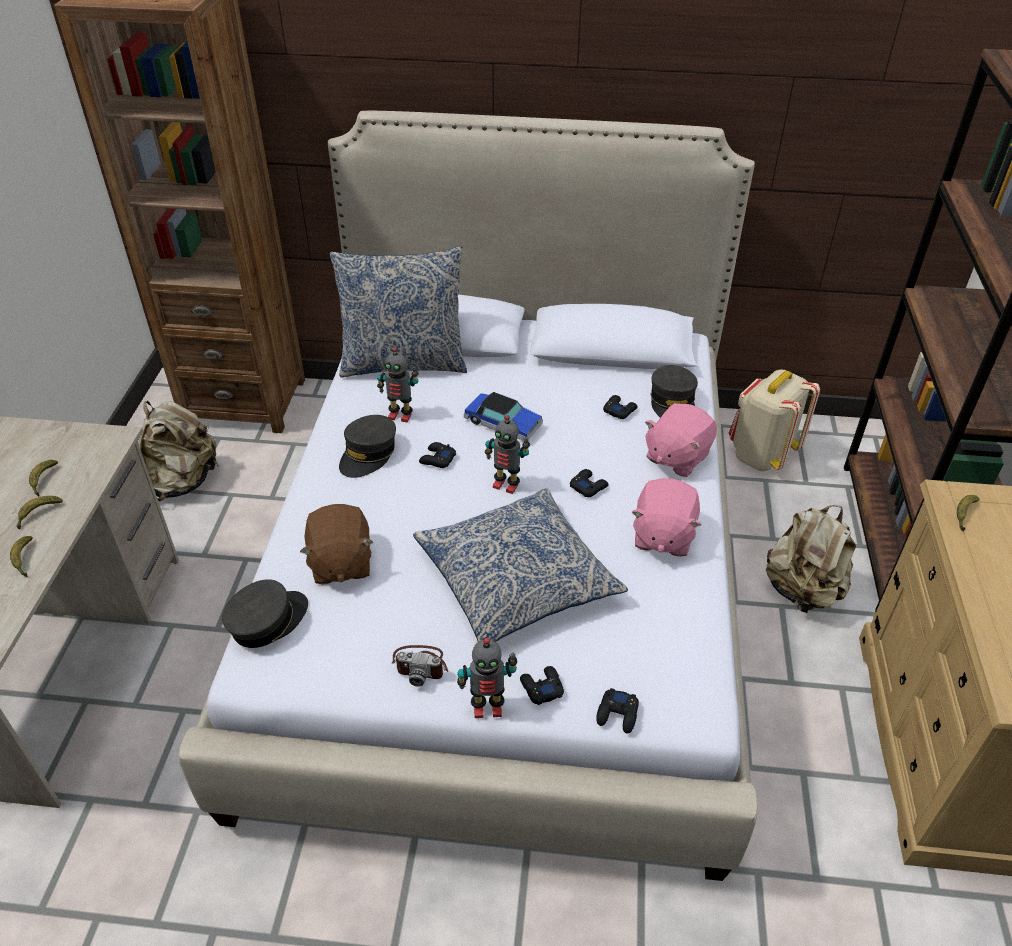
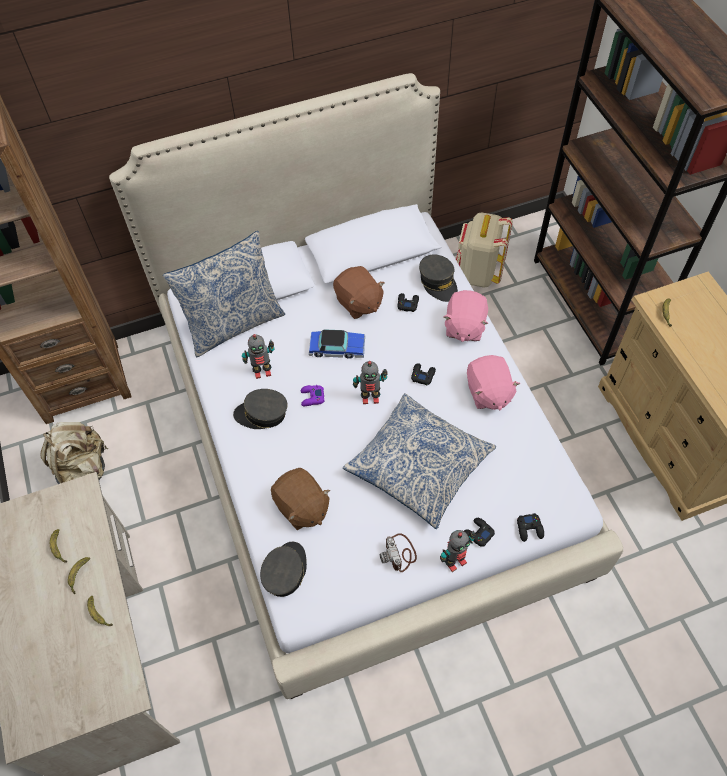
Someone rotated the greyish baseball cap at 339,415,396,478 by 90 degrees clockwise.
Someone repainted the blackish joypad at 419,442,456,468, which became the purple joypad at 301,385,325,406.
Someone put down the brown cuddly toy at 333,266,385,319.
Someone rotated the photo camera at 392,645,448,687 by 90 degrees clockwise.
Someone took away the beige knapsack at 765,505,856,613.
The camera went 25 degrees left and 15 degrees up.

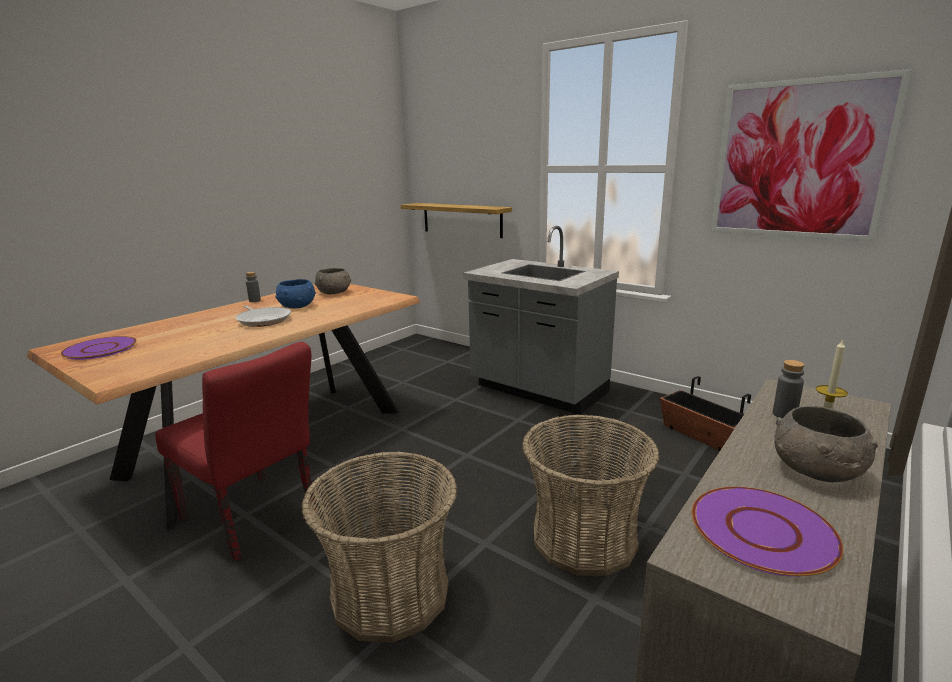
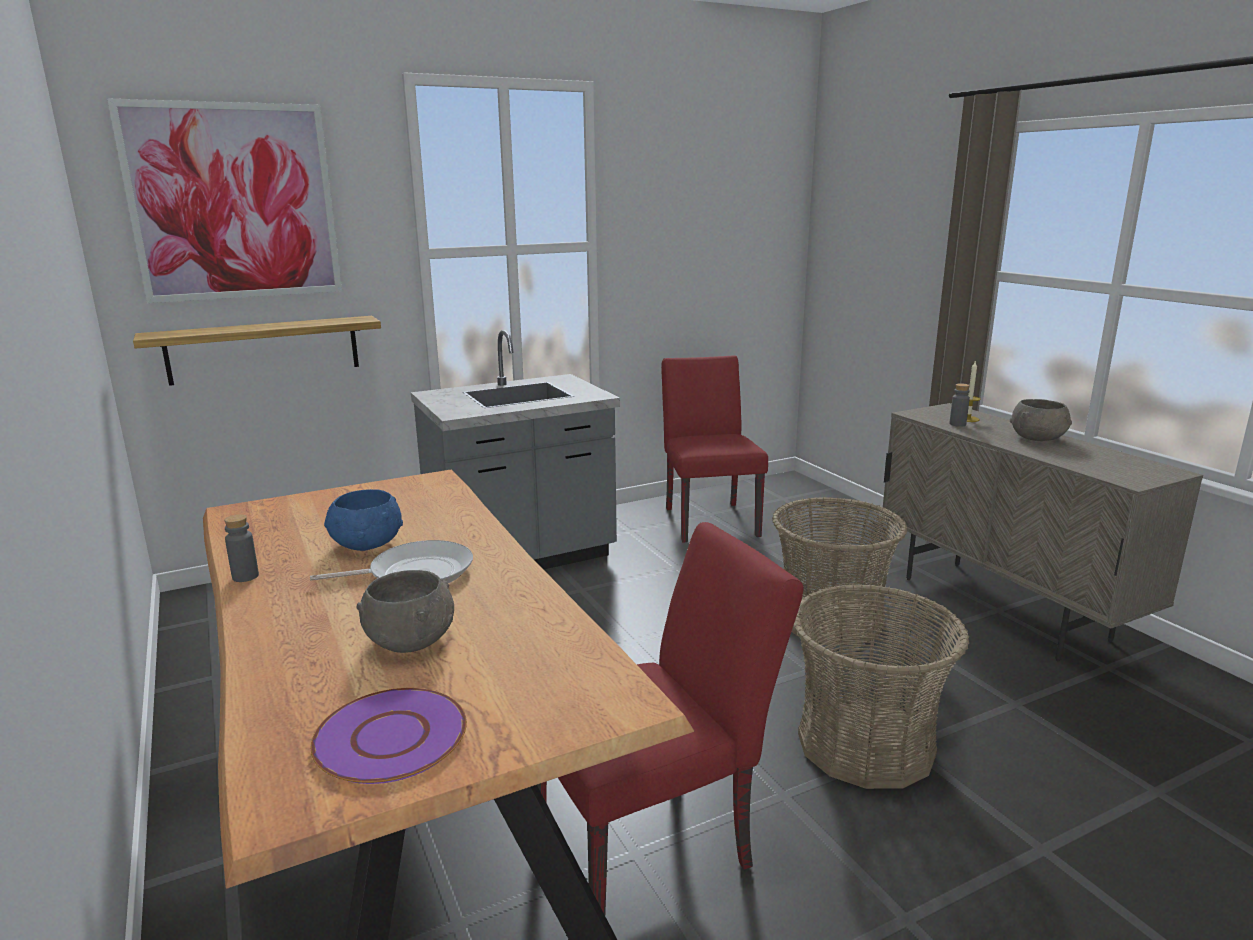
Someone carried the wall art from 711,69,912,242 to 107,98,342,303.
Someone carried the greyish deep dish from 315,268,351,294 to 356,570,454,653.
Someone swapped the plant pot at 660,376,751,451 for the reddish chair at 661,356,768,543.
Someone took away the purple plate at 692,487,844,577.
The camera went 65 degrees left and 0 degrees up.

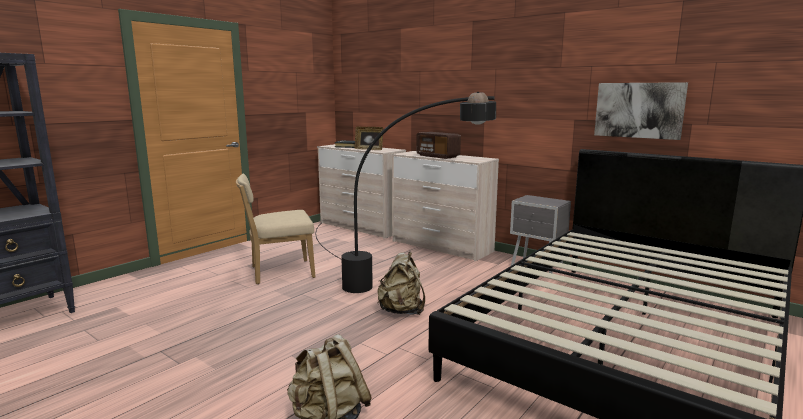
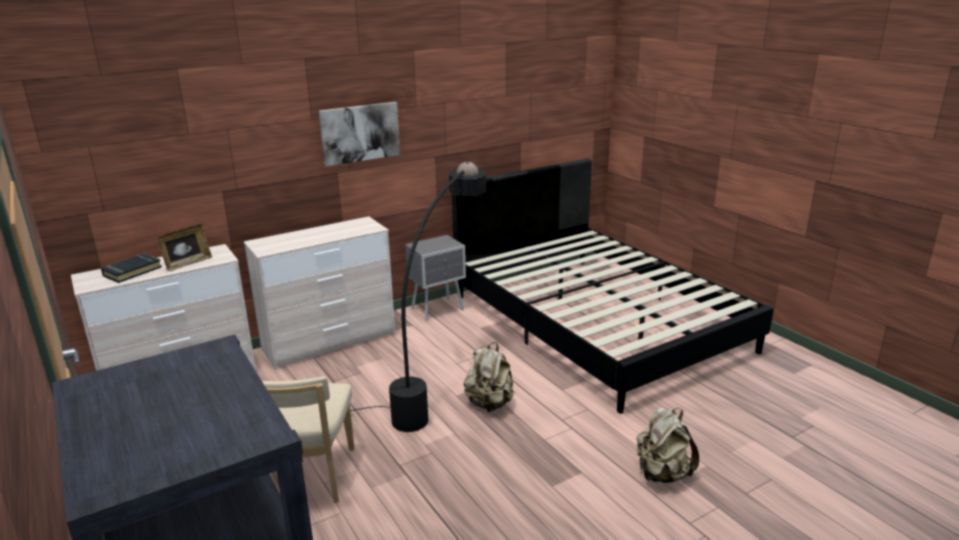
Someone carried the wall art from 594,82,688,140 to 319,102,400,166.
Someone took away the radio at 416,132,461,159.
The camera went 70 degrees left and 10 degrees up.

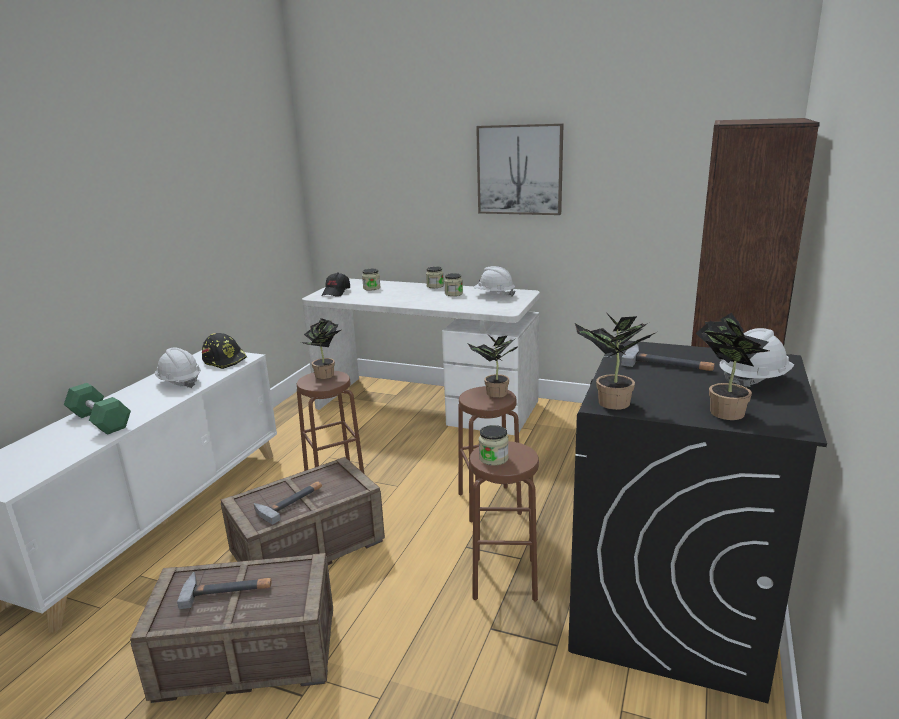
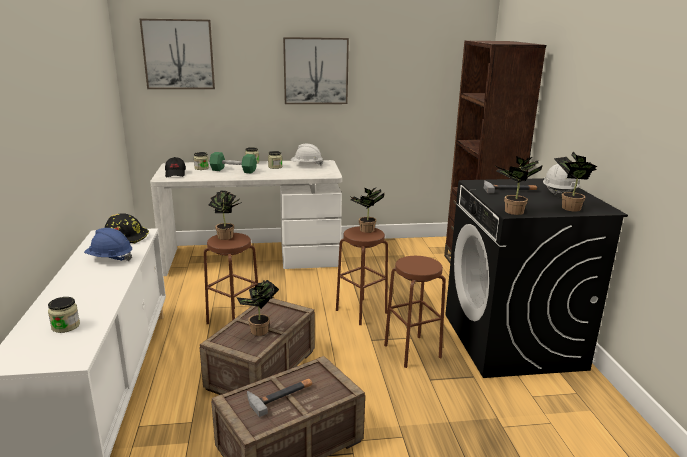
Someone carried the jar from 479,425,509,466 to 48,297,80,333.
Someone repainted the white-coloured hard hat at 155,348,201,388, which became the bluish hard hat at 84,228,133,261.
Someone put up the wall art at 140,19,215,89.
Someone carried the greenish dumbbell from 64,383,131,435 to 209,152,257,173.
Someone swapped the hammer at 254,481,322,525 for the potted plant at 236,280,279,336.
The camera went 30 degrees left and 0 degrees up.

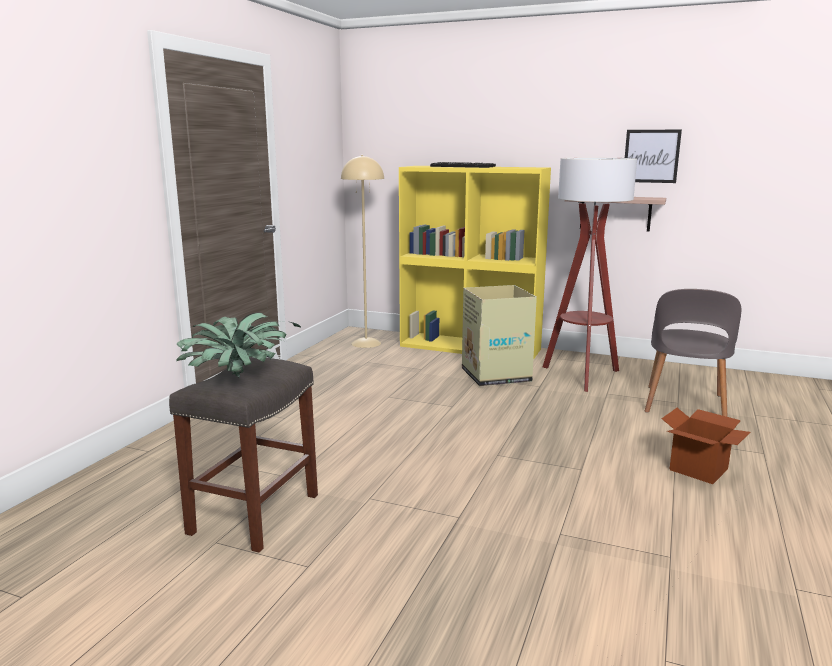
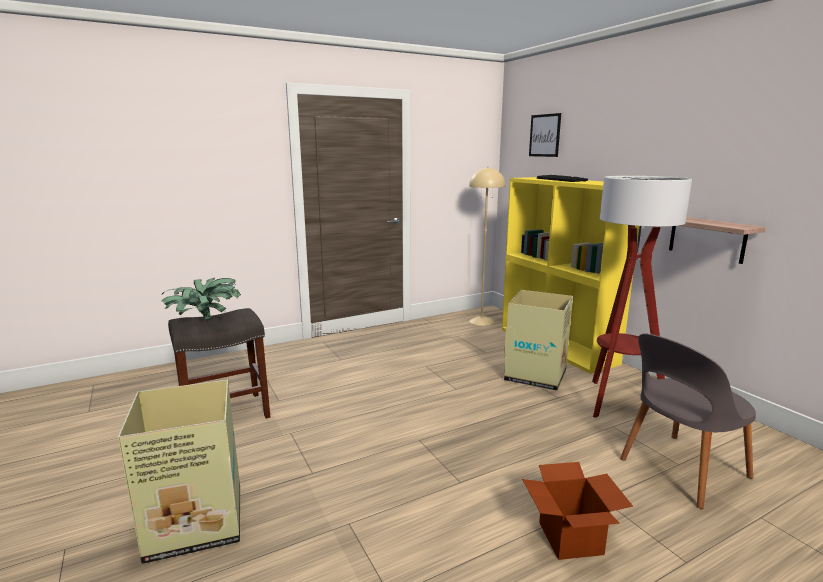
Someone put down the cardboard box at 118,380,240,564.
Someone carried the wall art from 625,130,682,183 to 529,113,561,157.
The camera went 40 degrees right and 0 degrees up.

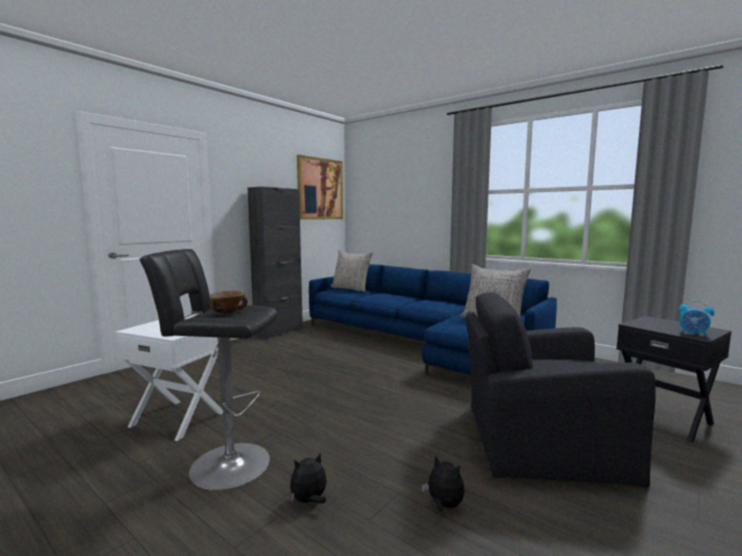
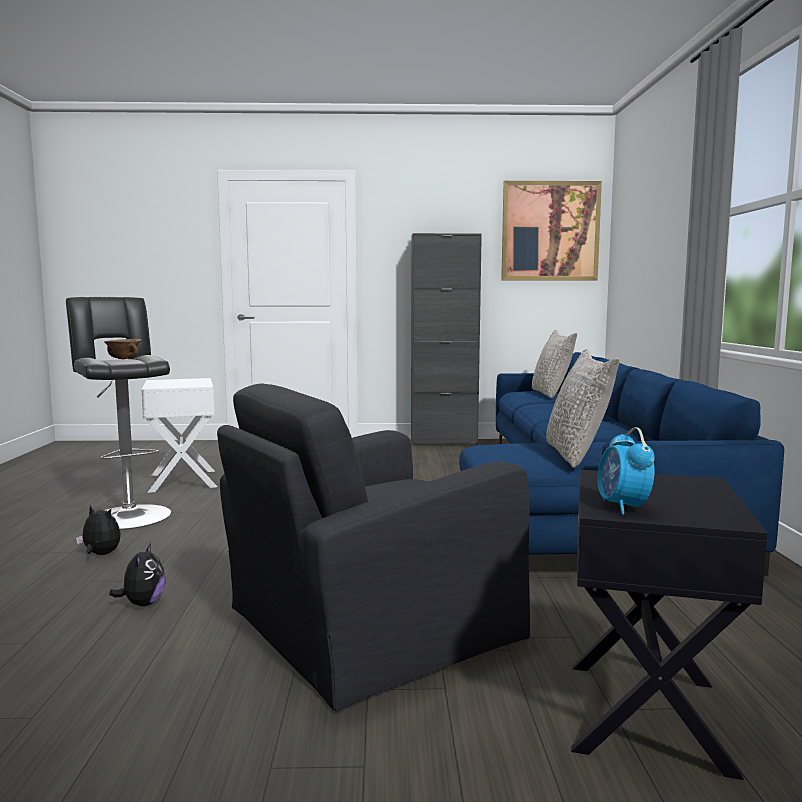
Someone rotated the blackish easy chair at 466,292,656,488 by 90 degrees counterclockwise.
The camera went 50 degrees right and 0 degrees up.

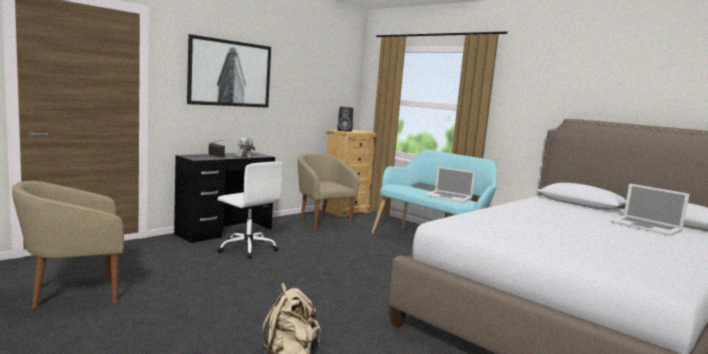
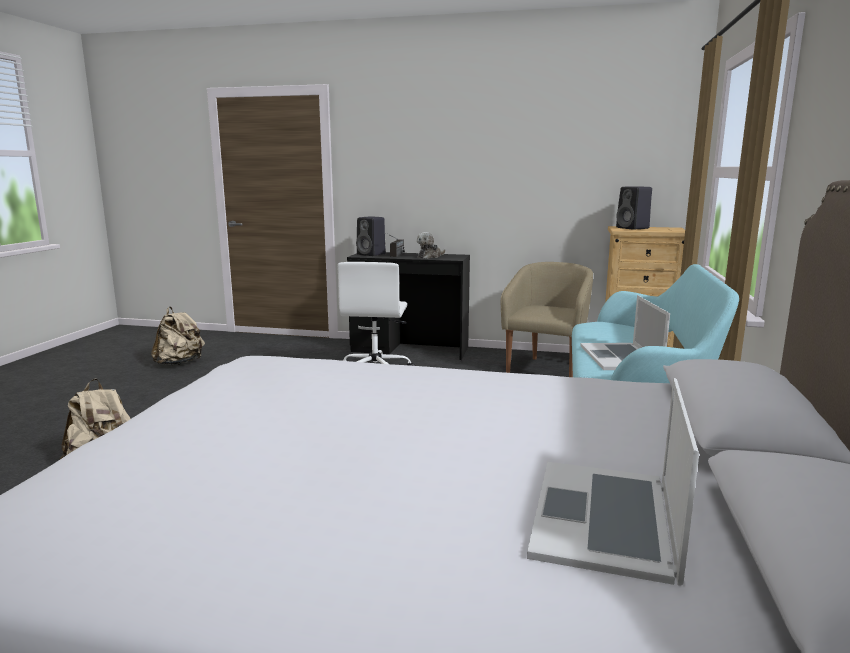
Someone swapped the beige easy chair at 12,181,124,309 for the beige knapsack at 151,306,205,365.
Someone put down the blackish audio speaker at 356,216,386,256.
Someone took away the wall art at 187,34,271,108.
The camera went 60 degrees right and 5 degrees up.

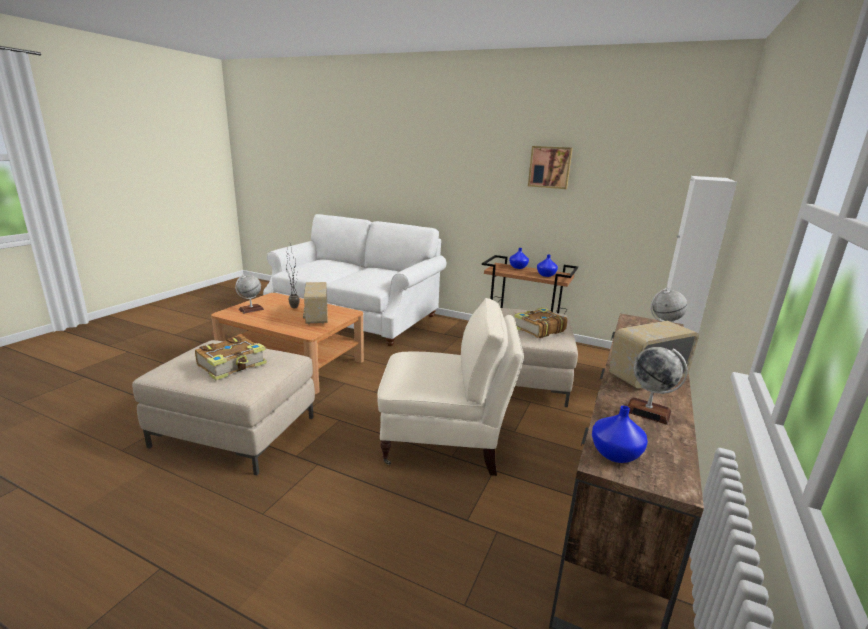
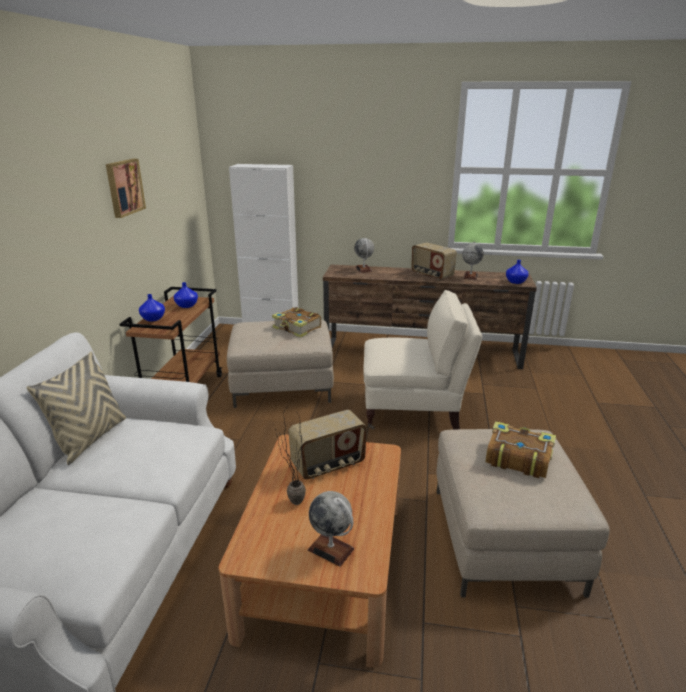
Someone put down the beige pillow at 26,351,126,465.
Someone rotated the beige easy chair at 377,298,524,476 by 105 degrees clockwise.
The camera went 105 degrees left and 5 degrees up.

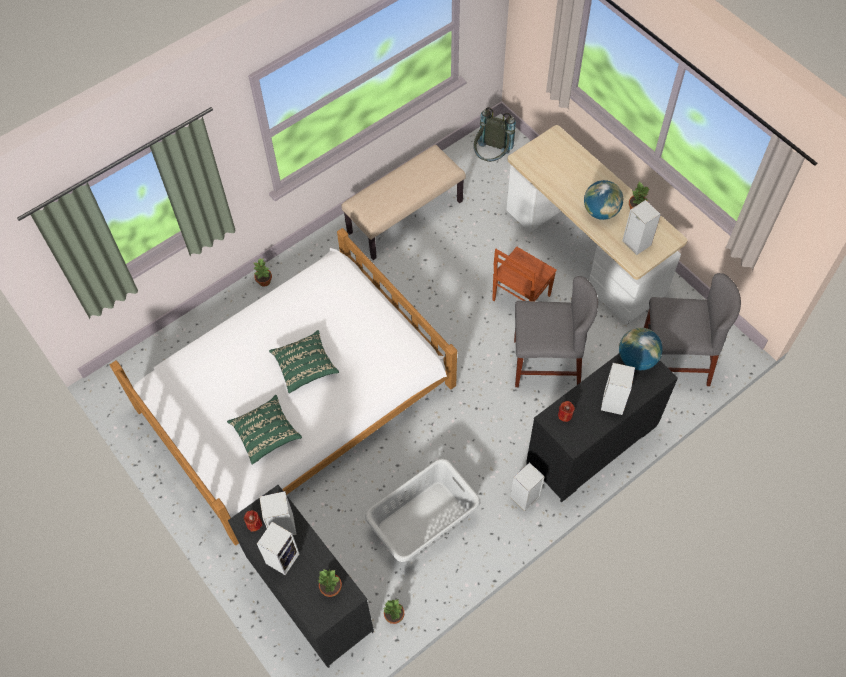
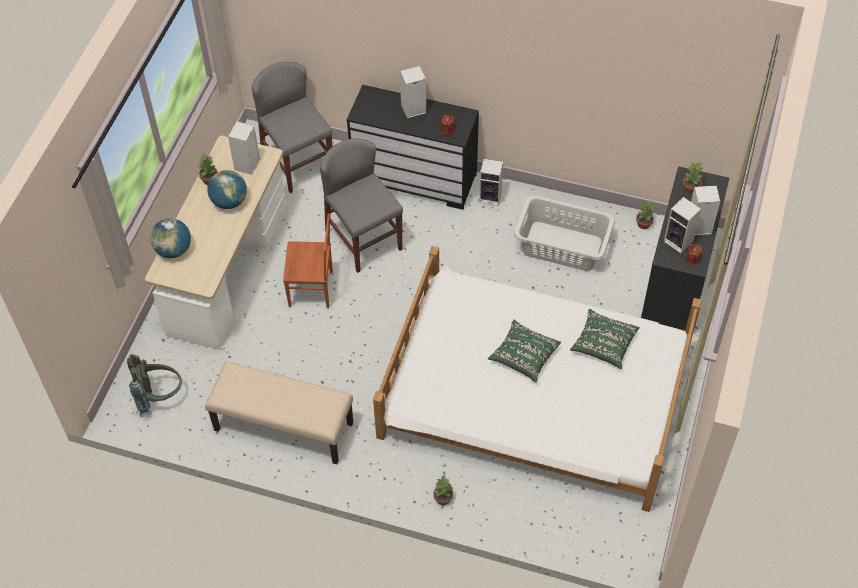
Someone carried the world globe from 619,328,663,370 to 150,218,191,258.
The camera went 125 degrees left and 5 degrees down.

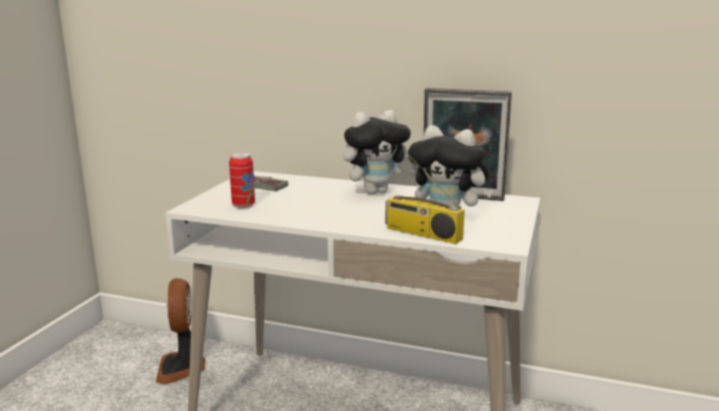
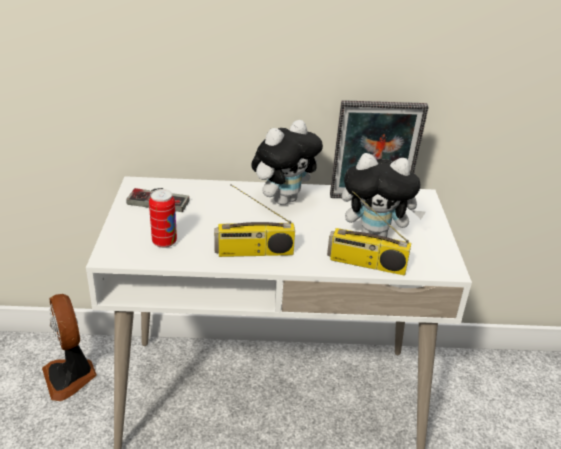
Someone put down the radio at 214,184,295,257.
The camera went 20 degrees left and 15 degrees up.

